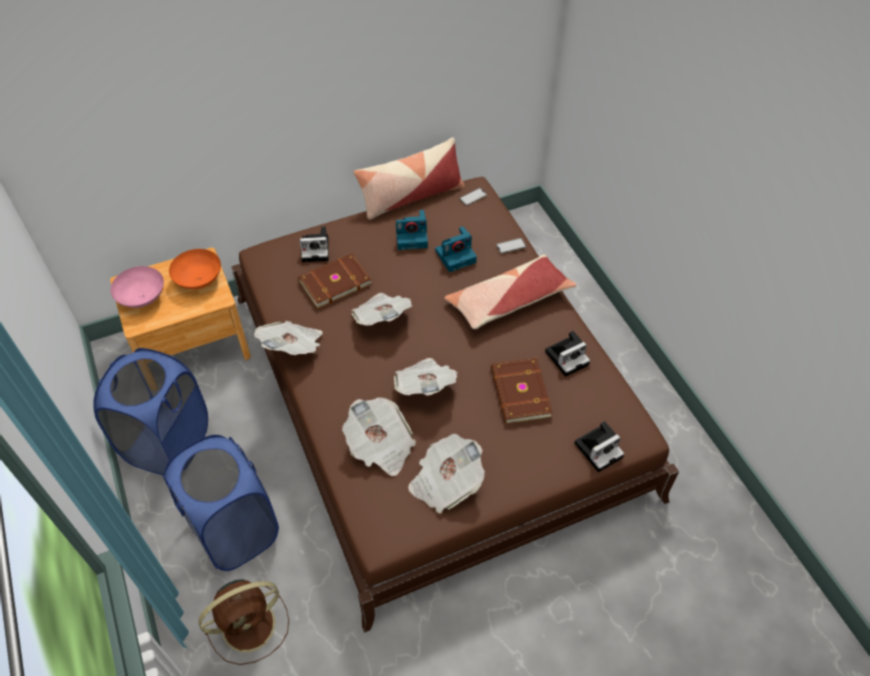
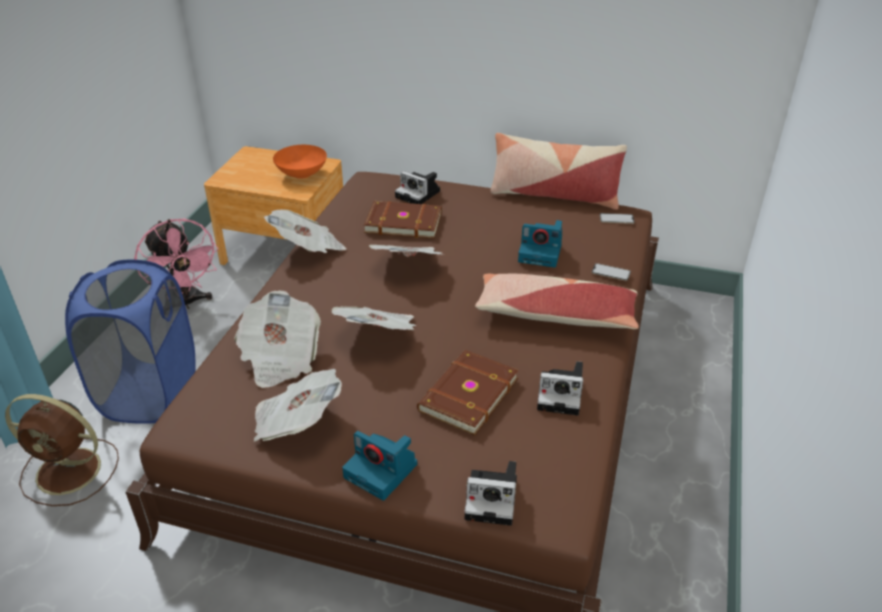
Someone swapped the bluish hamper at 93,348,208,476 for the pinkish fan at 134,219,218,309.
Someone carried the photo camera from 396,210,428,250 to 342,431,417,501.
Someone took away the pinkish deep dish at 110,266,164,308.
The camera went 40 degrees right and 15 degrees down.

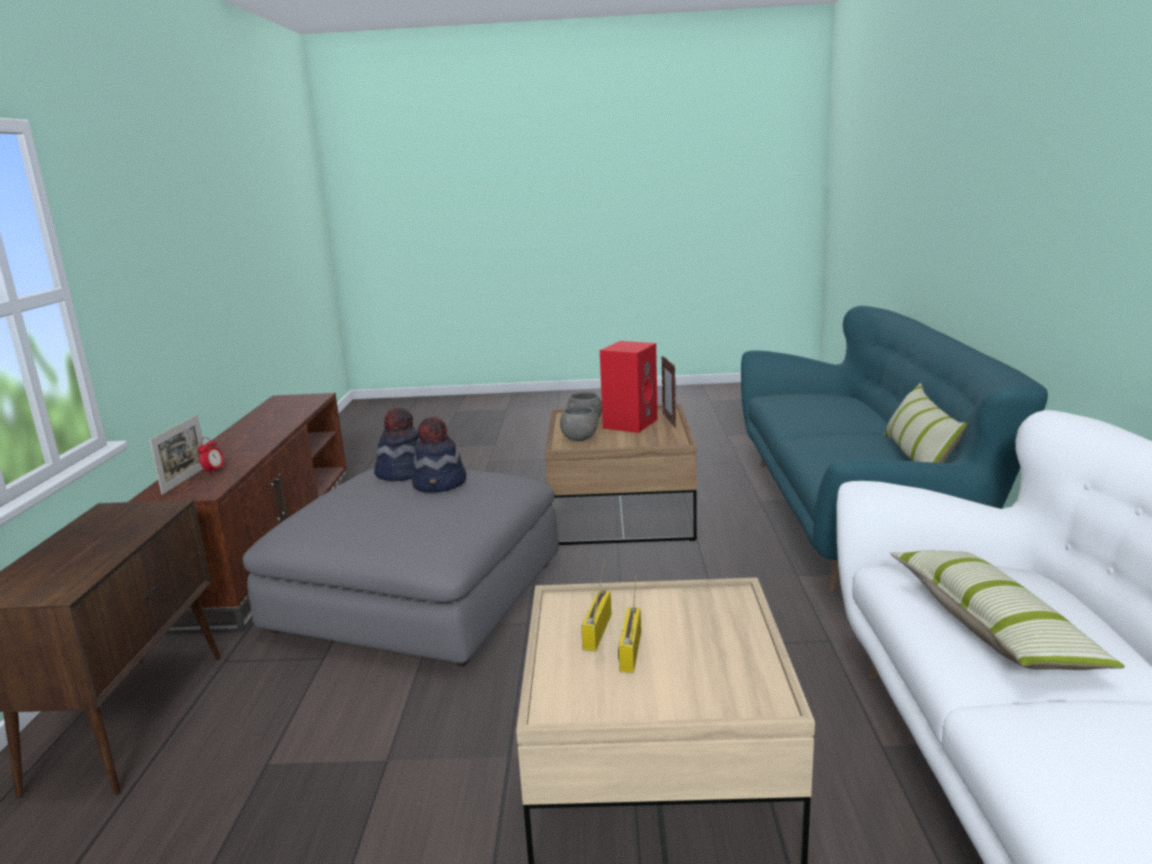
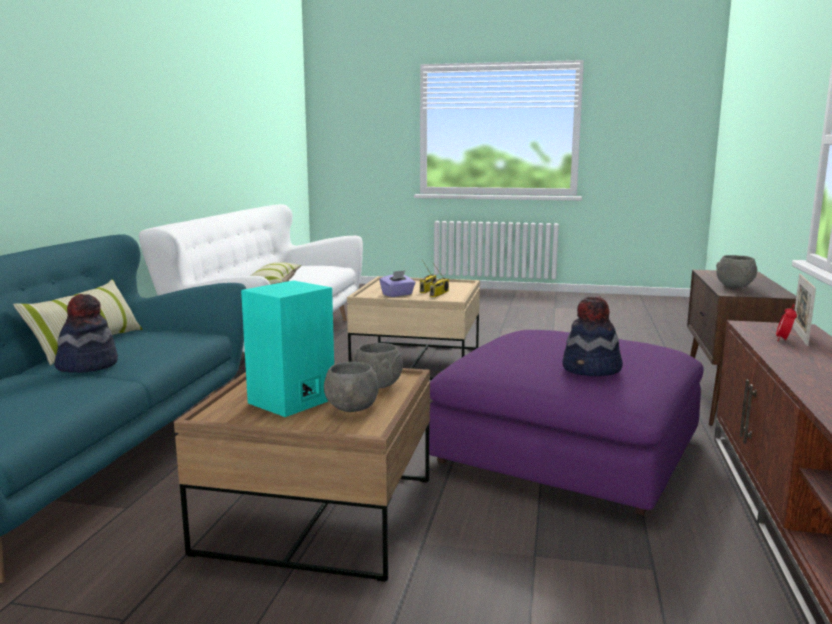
Someone carried the hat from 412,416,466,493 to 54,294,118,373.
Someone repainted the reddish audio speaker at 600,341,658,433, which became the turquoise-coloured audio speaker at 241,280,334,417.
Someone put down the purple tissue holder at 380,270,416,297.
Someone repainted the greyish pouffe at 243,468,559,667, which became the purple pouffe at 429,330,703,515.
Someone put down the greyish deep dish at 716,255,757,288.
Someone took away the picture frame at 661,356,676,428.
The camera went 170 degrees left and 5 degrees down.

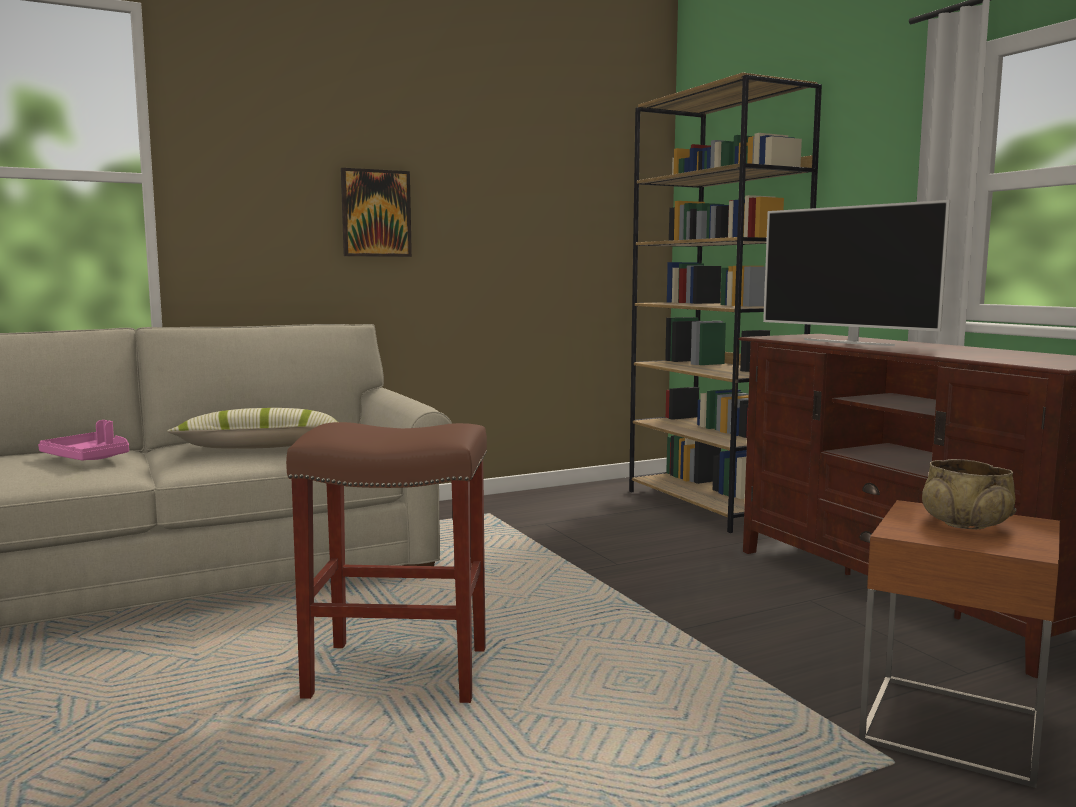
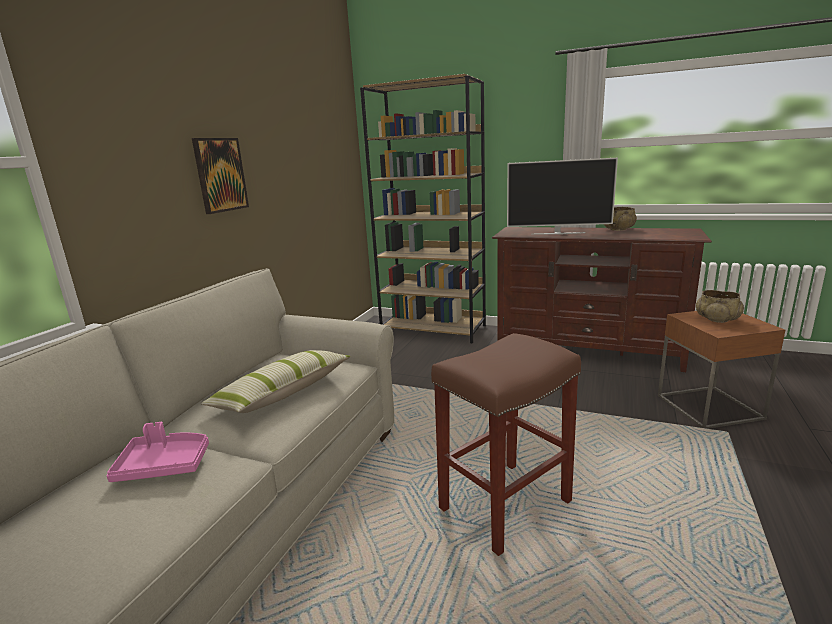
Someone put down the beige deep dish at 604,207,637,231.
The camera went 40 degrees left and 10 degrees up.

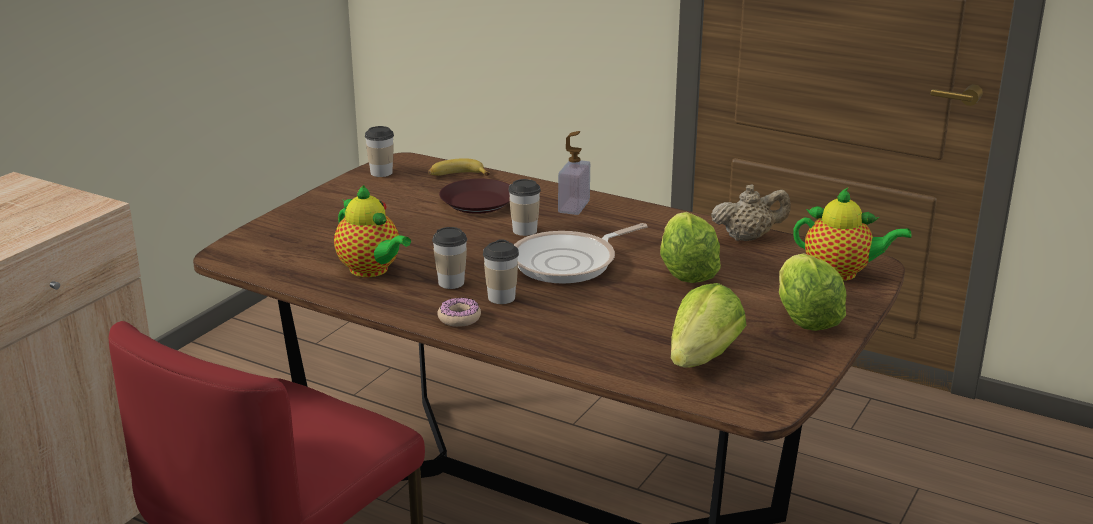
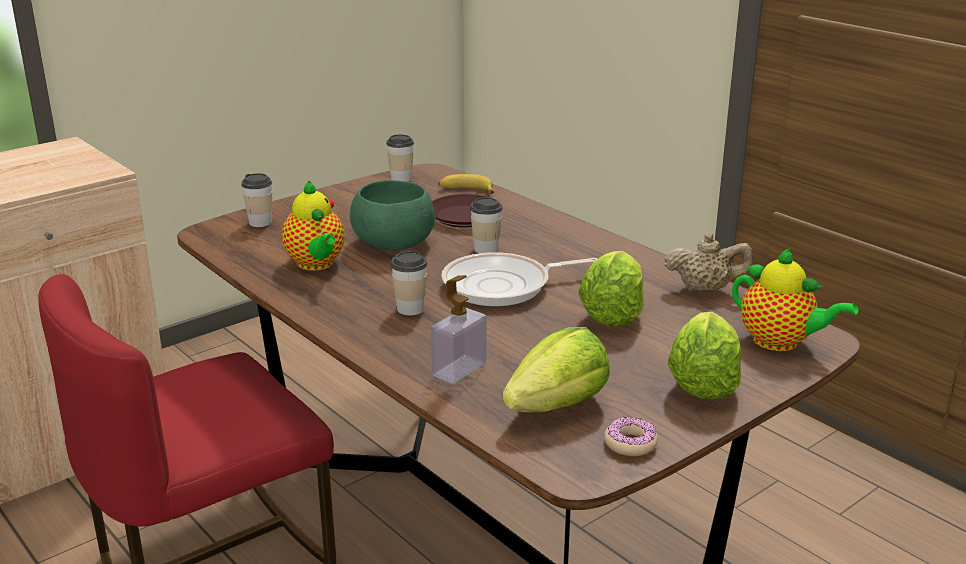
Someone carried the small cup from 432,227,467,289 to 241,173,272,227.
Someone put down the greenish deep dish at 350,180,435,250.
Someone carried the liquid soap bottle from 558,131,590,215 to 431,275,486,384.
Someone carried the doughnut from 437,298,481,327 to 604,417,658,456.
The camera went 20 degrees right and 0 degrees up.

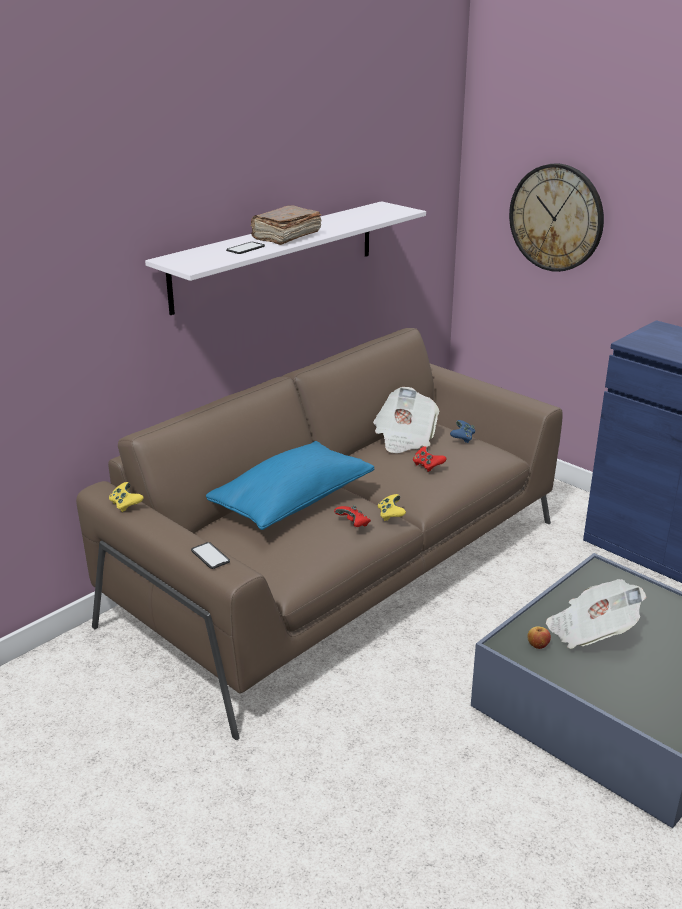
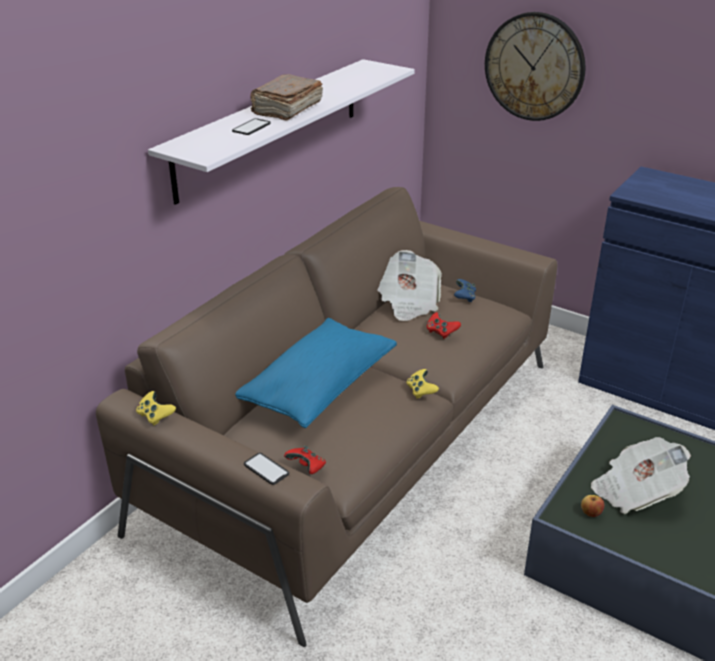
Someone carried the reddish joypad from 334,505,371,527 to 284,446,326,474.
The camera went 10 degrees left and 5 degrees up.

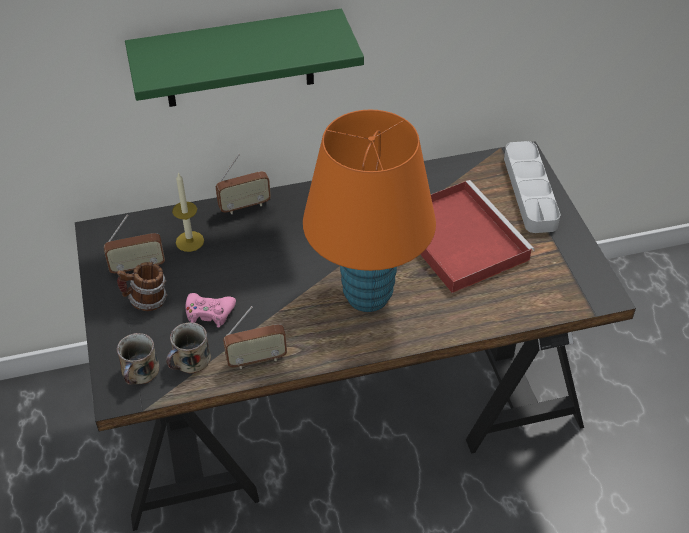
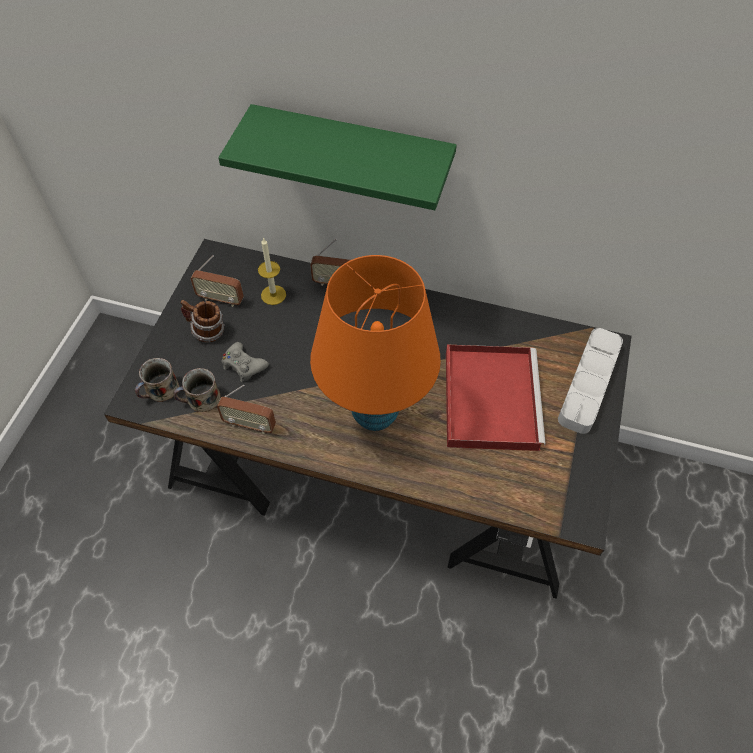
Someone repainted the pinkish joypad at 186,293,236,328, which became the greyish joypad at 221,342,269,382.
The camera went 30 degrees right and 10 degrees up.

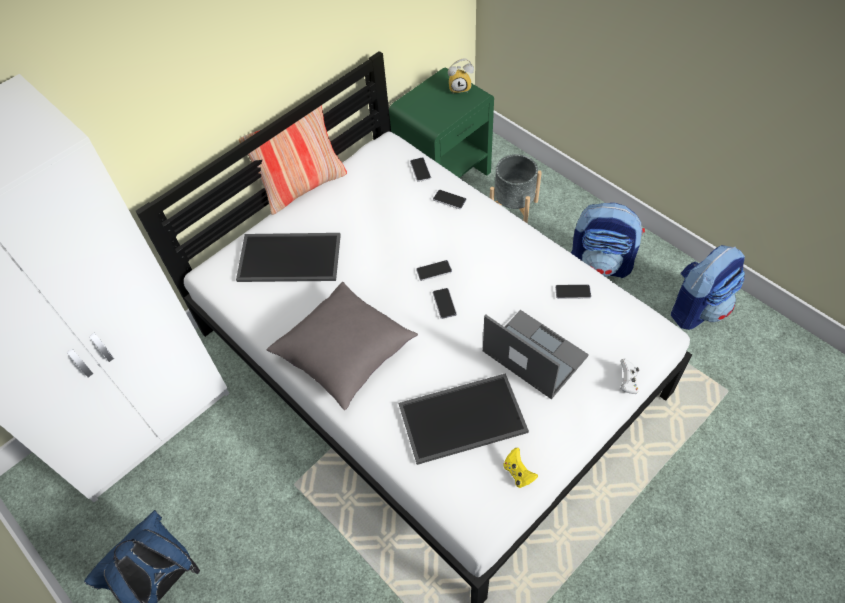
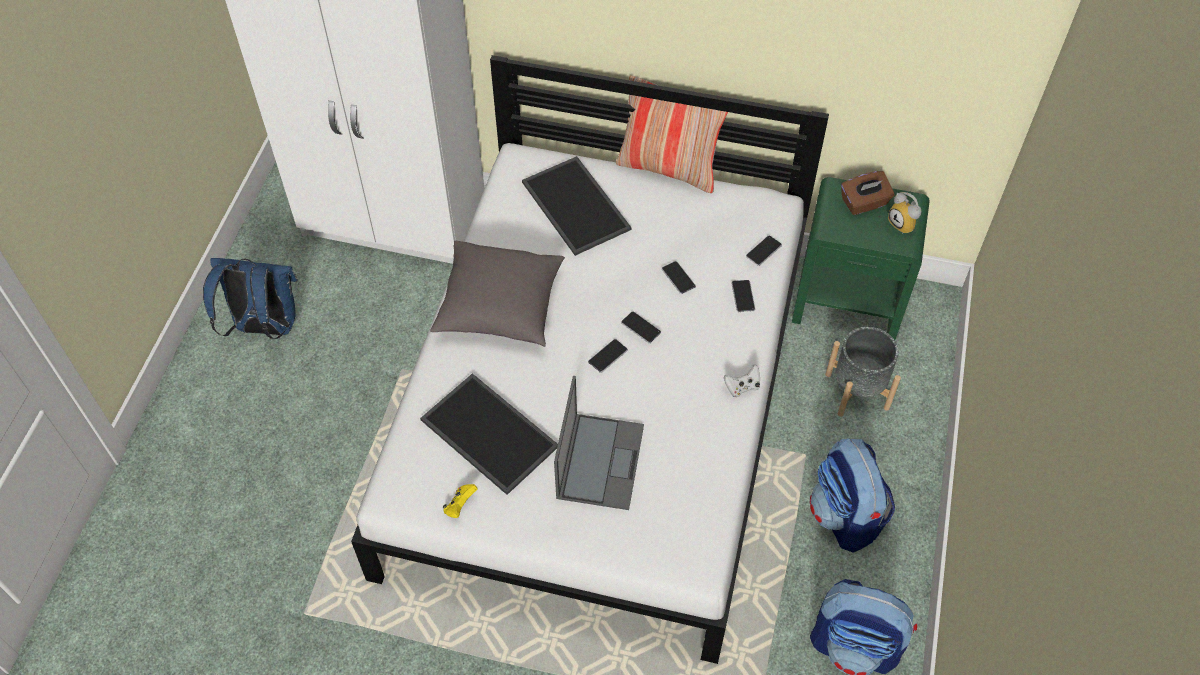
Someone carried the handset from 555,284,591,299 to 662,261,696,294.
Someone carried the white-coloured joypad from 620,358,639,394 to 724,364,760,397.
Someone put down the brown tissue holder at 841,171,895,215.
The camera went 55 degrees right and 0 degrees up.

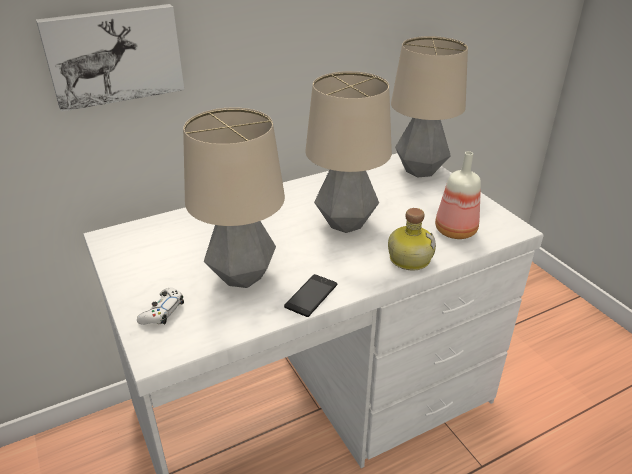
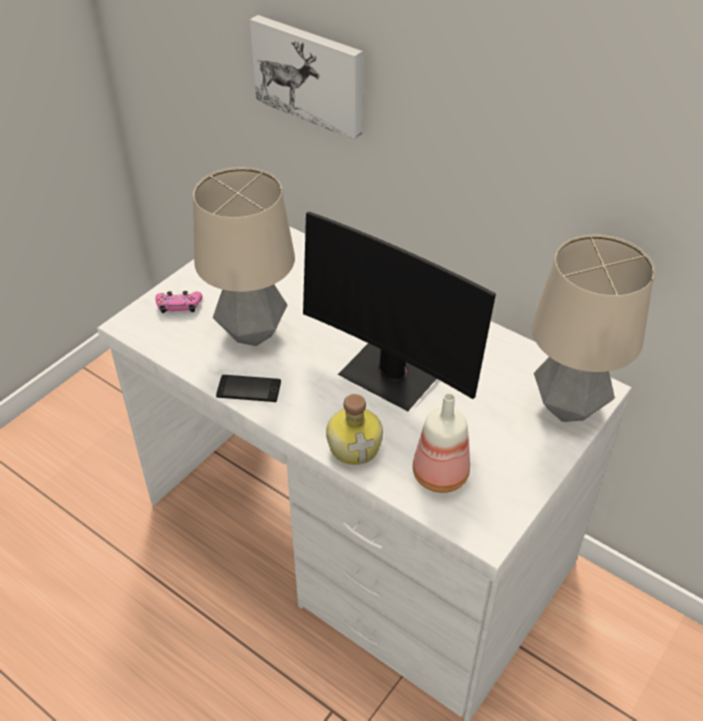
Someone repainted the white-coloured joypad at 137,288,184,325, which became the pinkish joypad at 155,291,202,313.
Someone swapped the table lamp at 305,71,392,233 for the computer display at 303,212,496,411.
The camera went 65 degrees right and 10 degrees up.

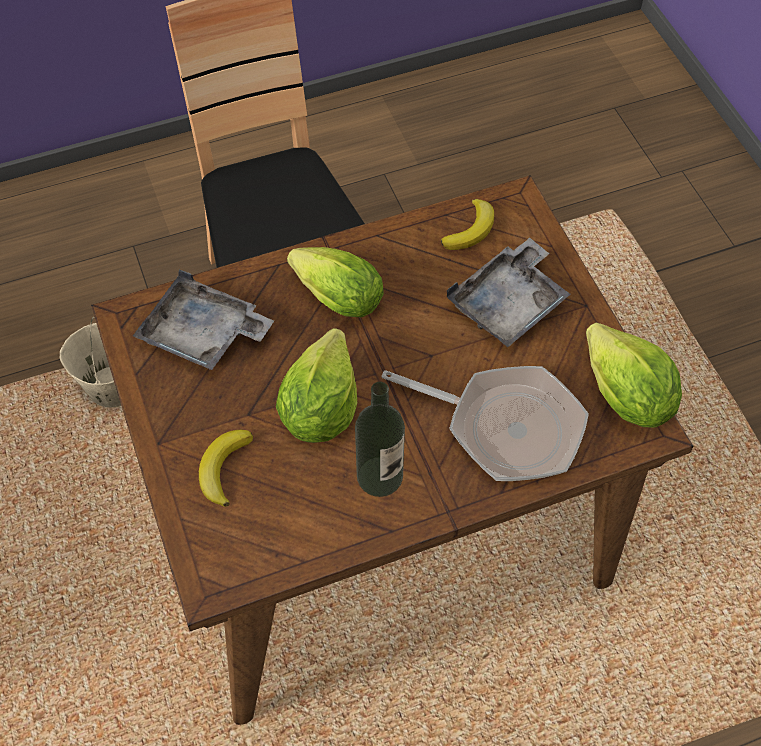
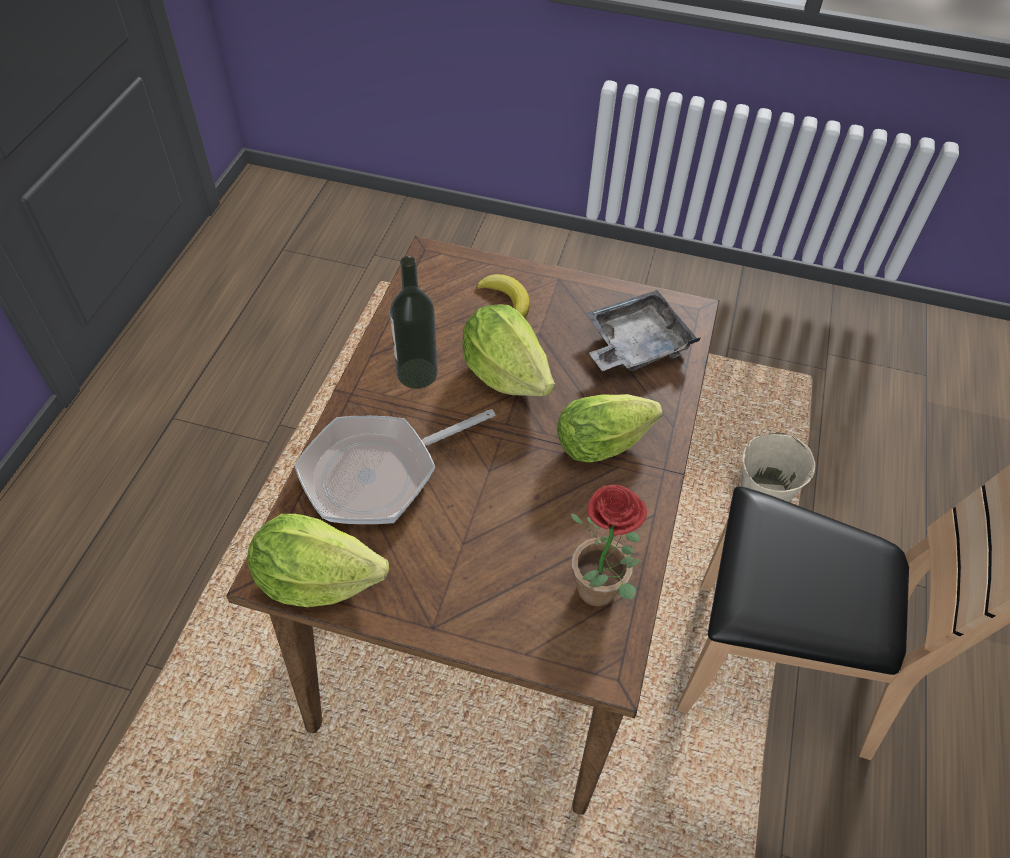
Someone swapped the banana fruit at 441,199,494,250 for the potted plant at 570,485,647,607.
Someone took away the greyish tray at 447,238,570,347.
The camera went 125 degrees right and 5 degrees down.

